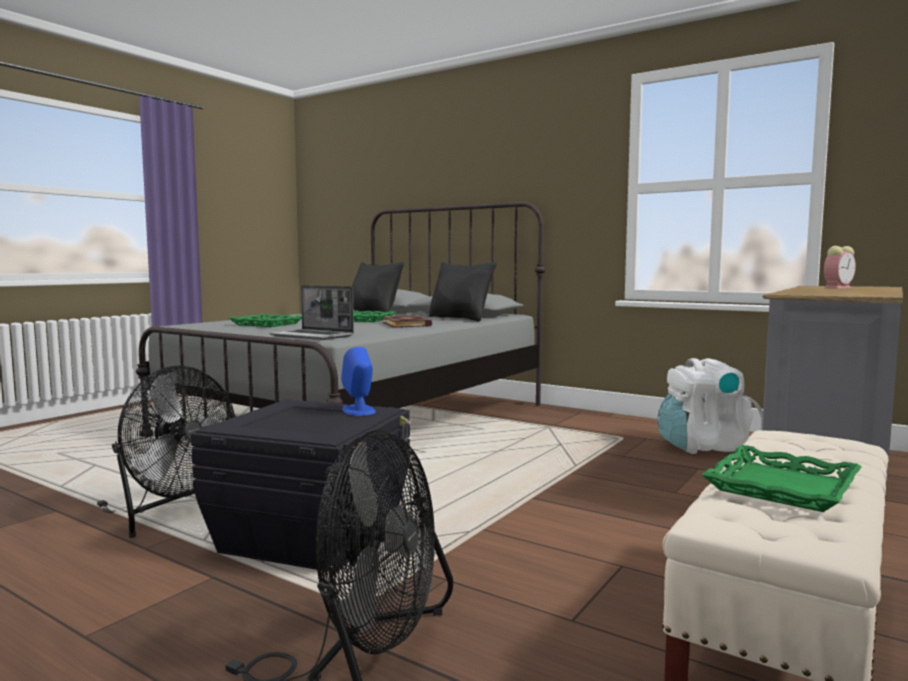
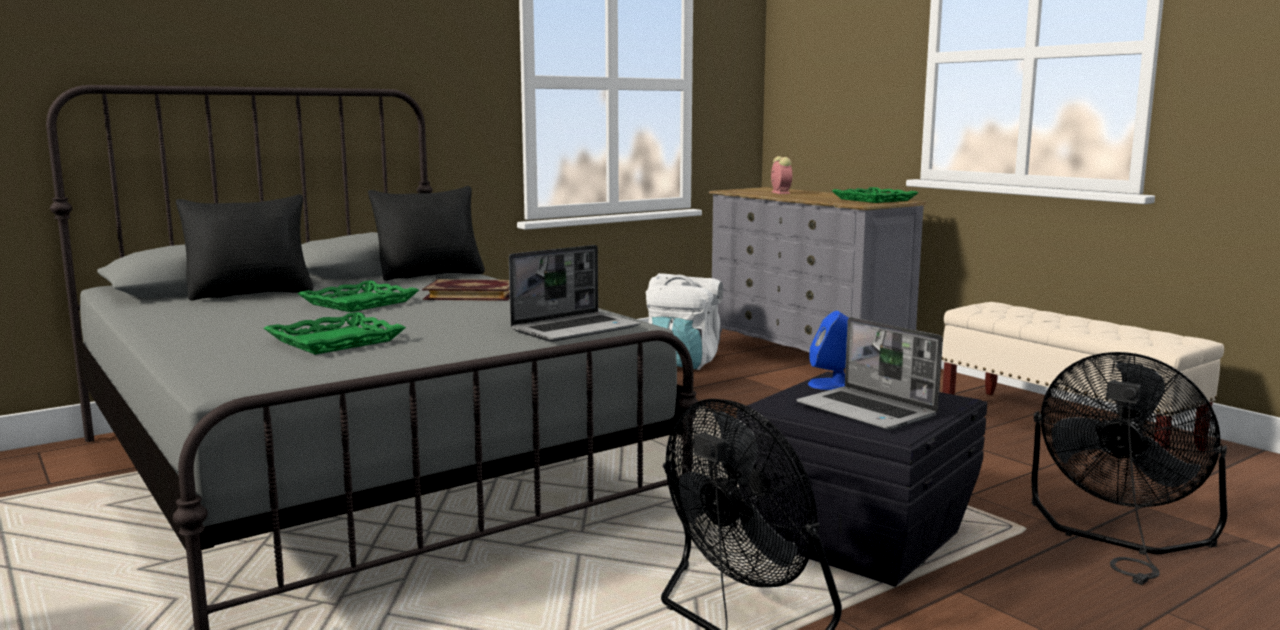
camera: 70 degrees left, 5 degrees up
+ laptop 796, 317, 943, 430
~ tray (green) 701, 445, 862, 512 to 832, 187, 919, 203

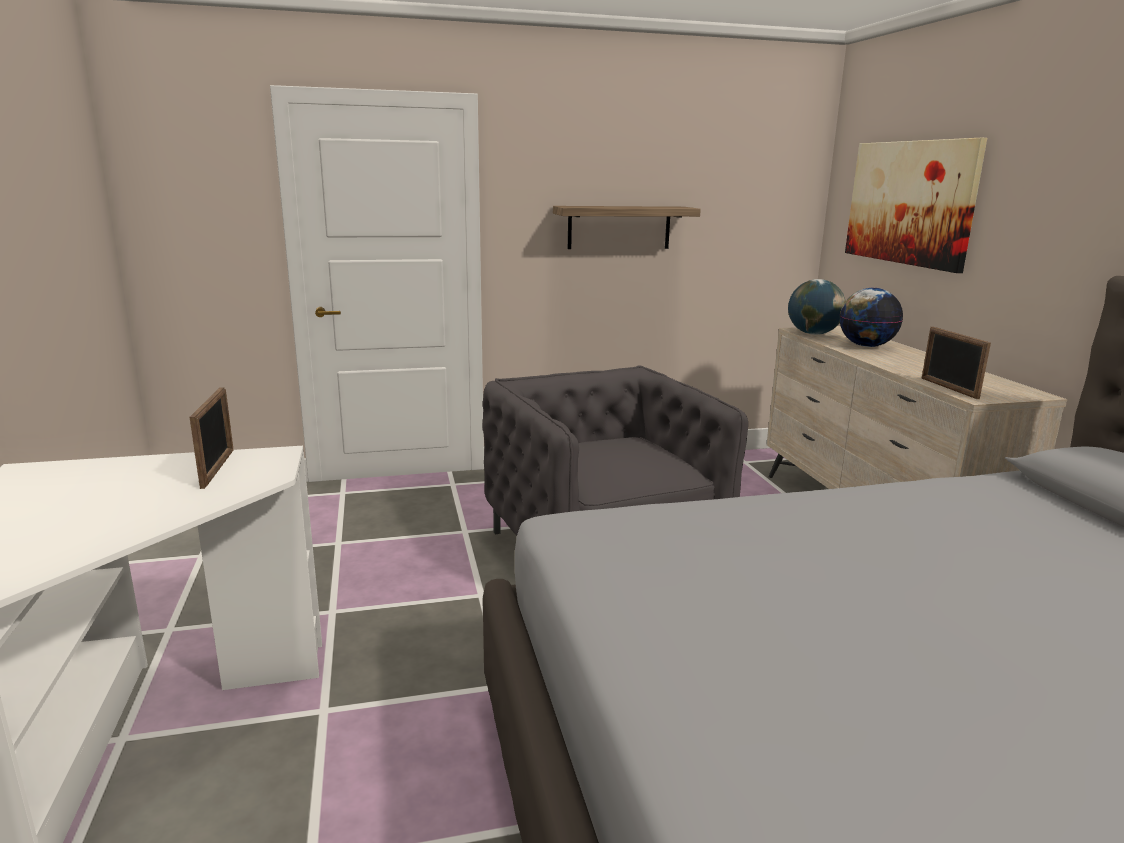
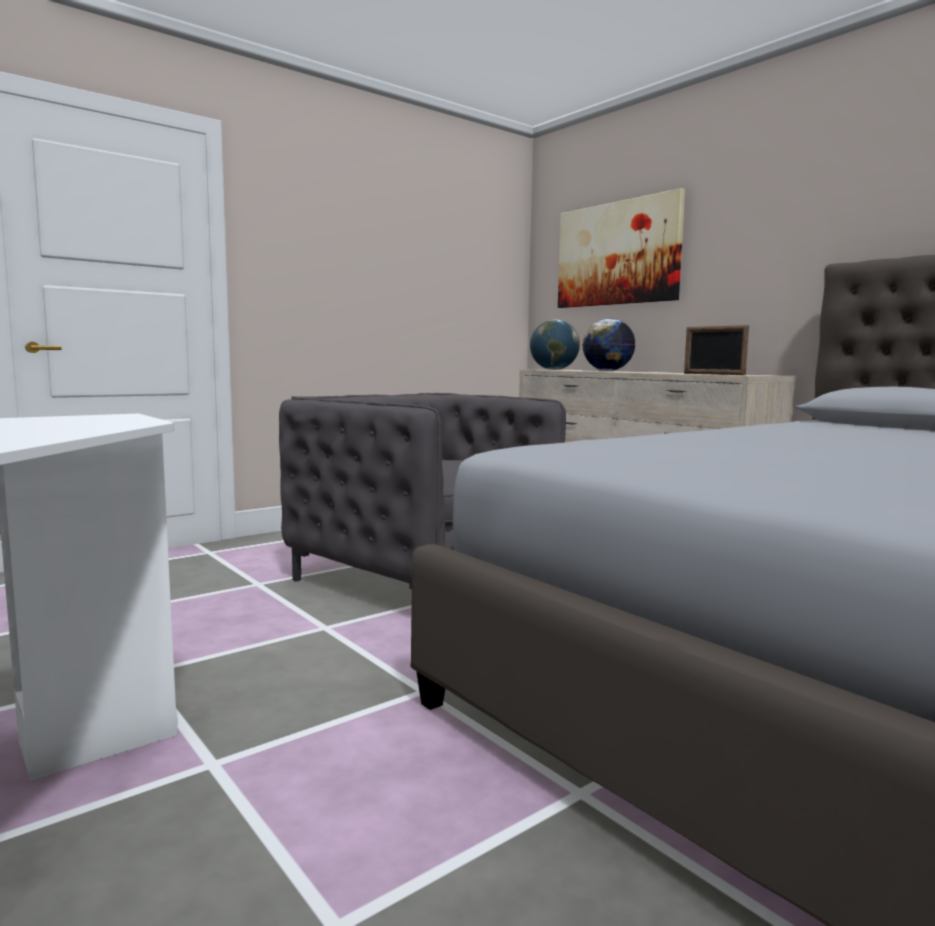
camera: 25 degrees left, 10 degrees down
- standing frame 190, 387, 234, 489
- wall shelf 553, 206, 701, 249

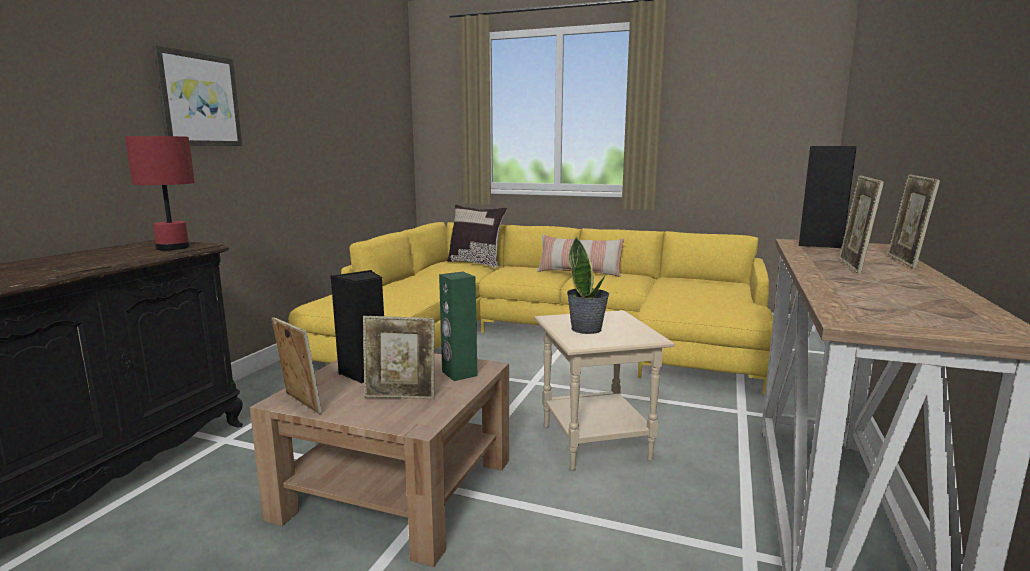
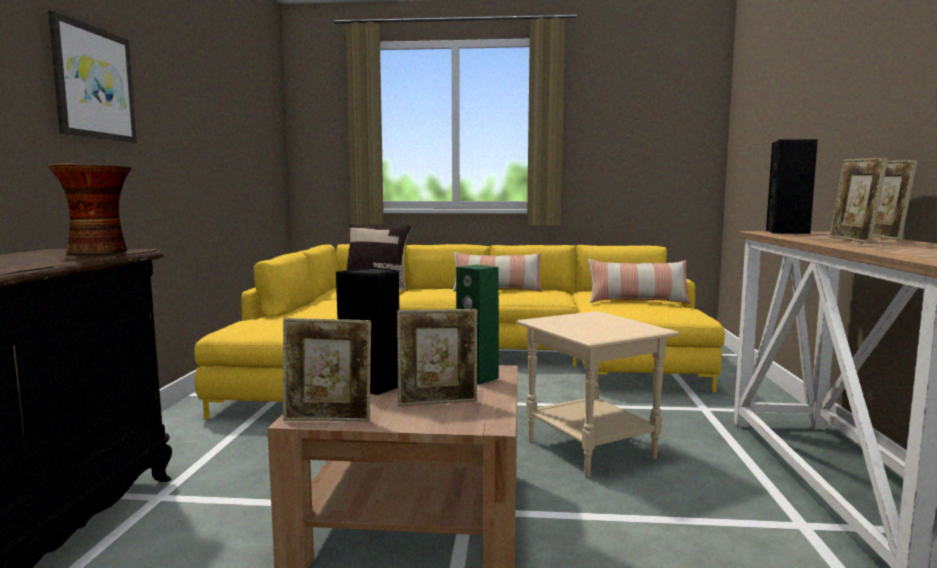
camera: 15 degrees left, 5 degrees down
- houseplant 567, 237, 609, 334
+ cushion 588, 259, 691, 304
~ tabletop lamp (red-coloured) 125, 136, 194, 250 to decorative vase 48, 163, 132, 255
~ standing frame 272, 317, 322, 414 = 283, 318, 371, 422 150 degrees clockwise

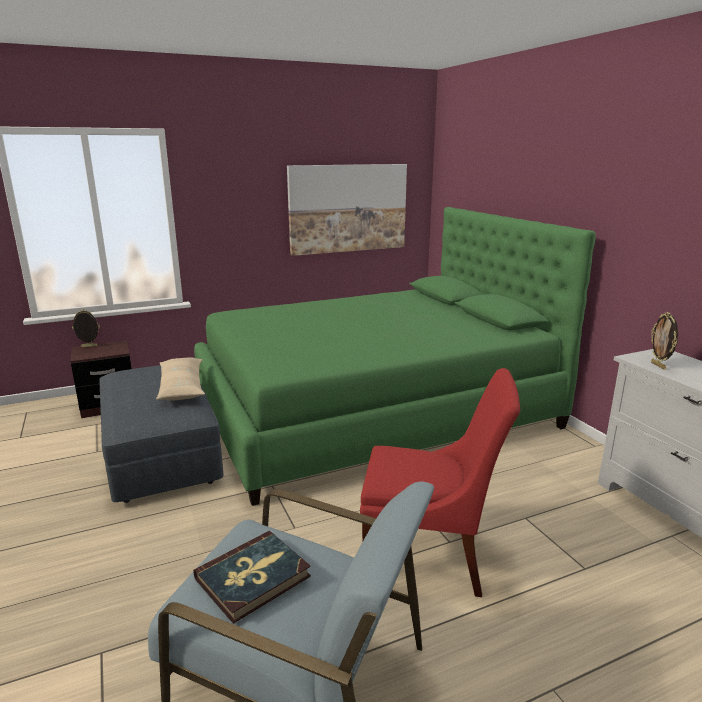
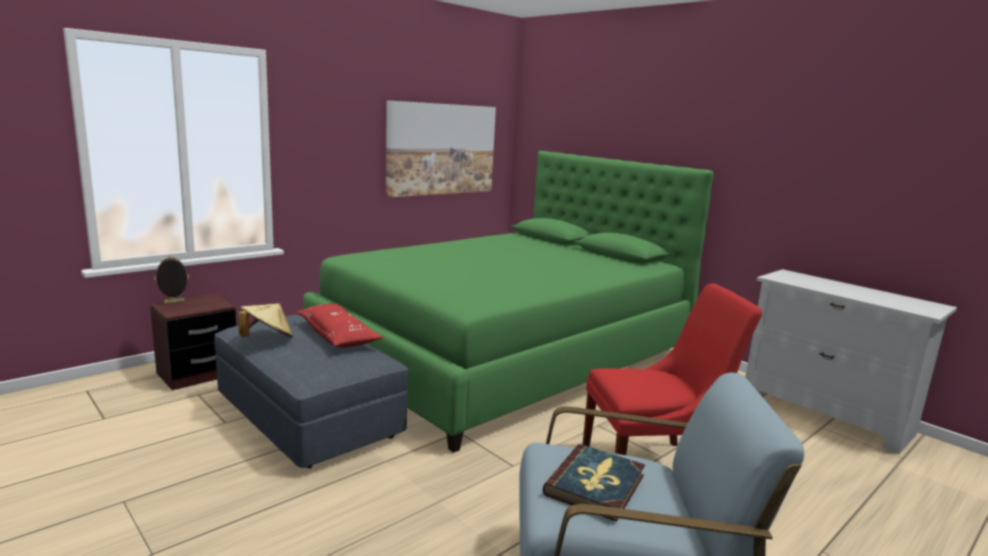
camera: 20 degrees left, 5 degrees down
- standing frame 651, 312, 678, 370
+ clothing hat (beige-coloured) 238, 303, 293, 338
~ cushion (beige-coloured) 156, 357, 205, 401 to cushion (red-coloured) 296, 304, 383, 348

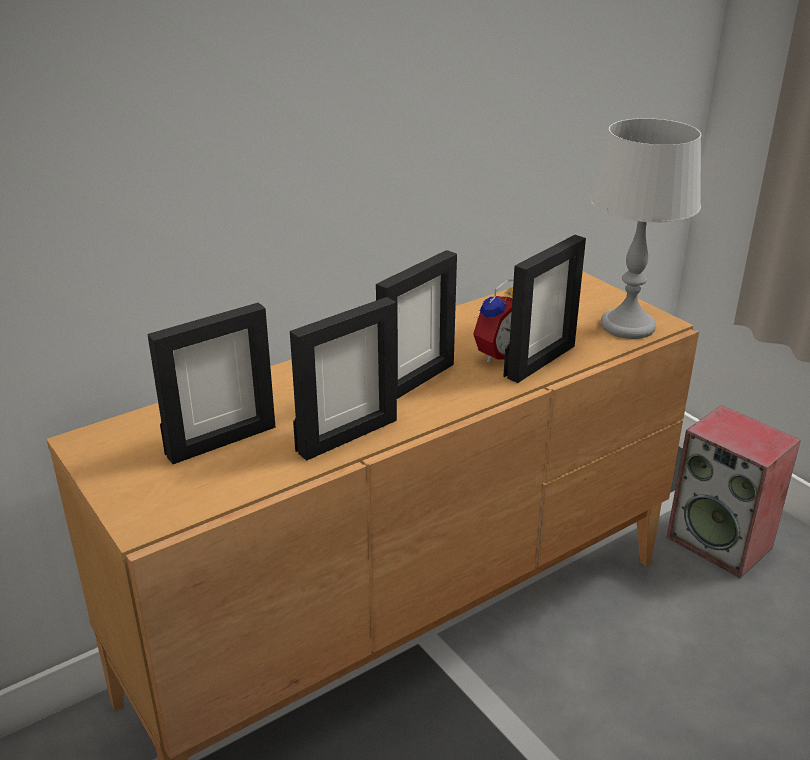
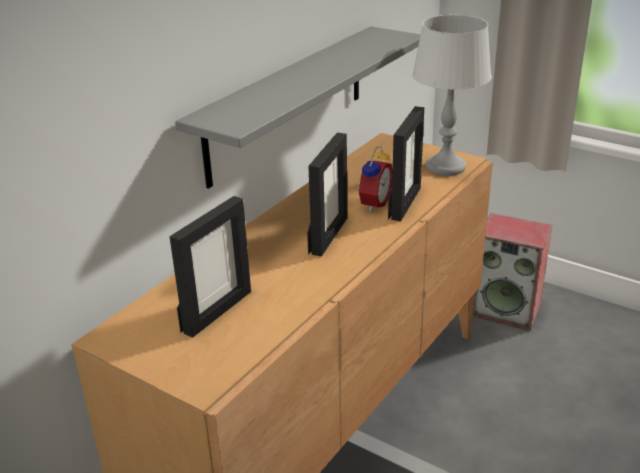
camera: 20 degrees left, 0 degrees up
- standing frame 290, 297, 397, 461
+ wall shelf (grey) 175, 26, 421, 189

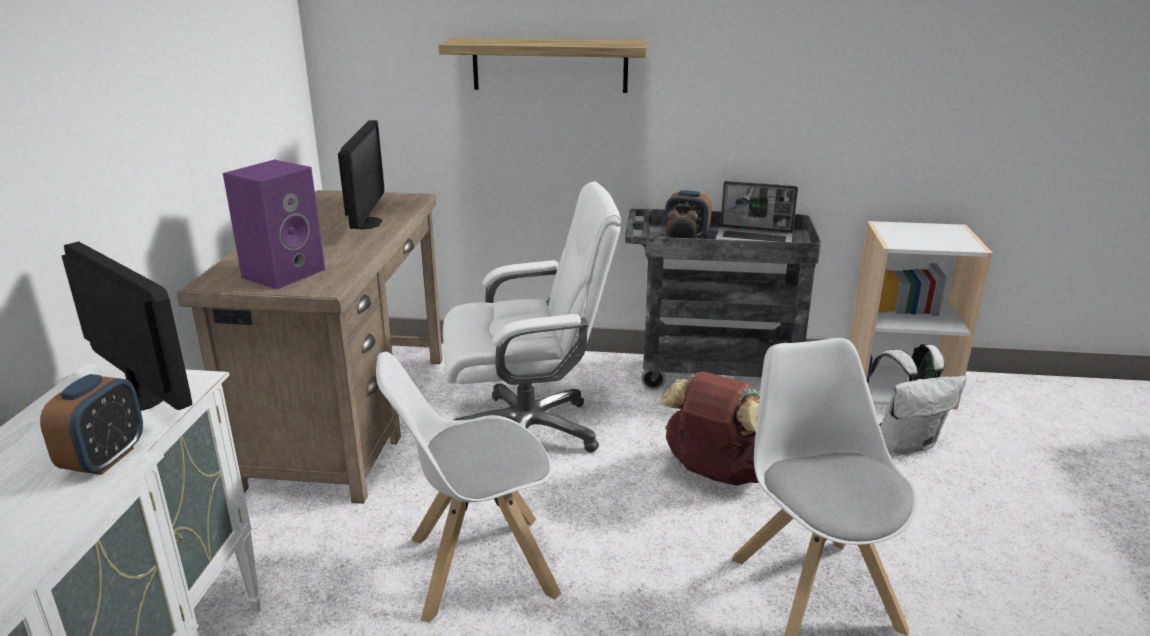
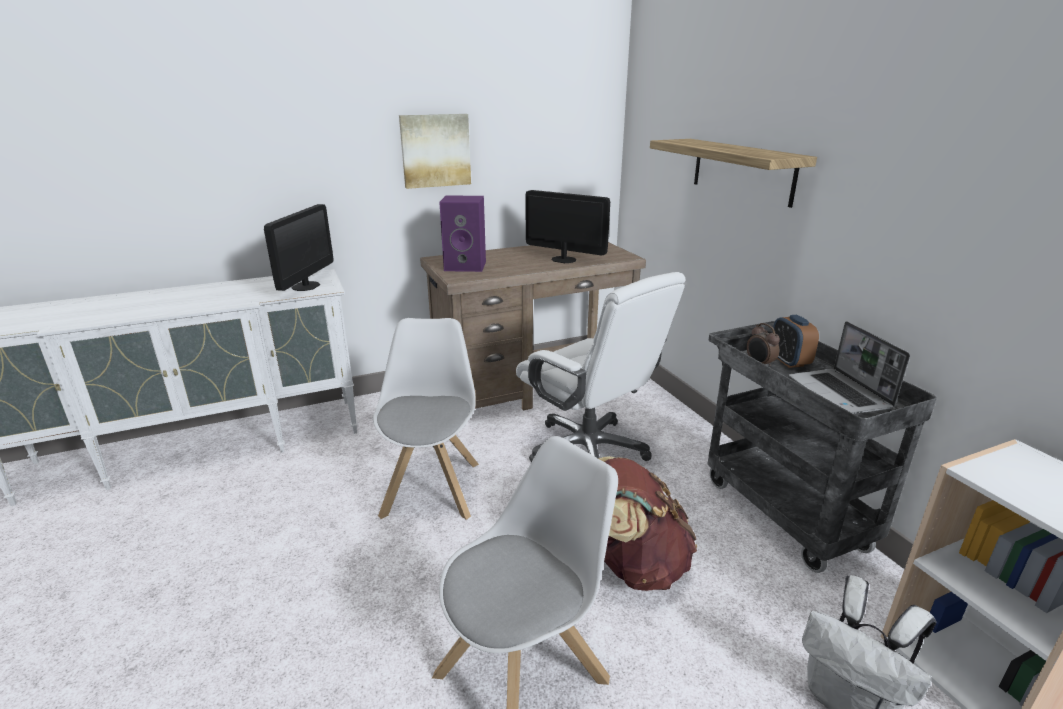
camera: 60 degrees right, 0 degrees up
- table clock 40, 374, 143, 475
+ picture 399, 114, 471, 189
~ computer display 338, 120, 384, 229 = 526, 190, 610, 263 120 degrees counterclockwise
~ upright chair 376, 351, 562, 623 = 373, 318, 479, 520 45 degrees clockwise

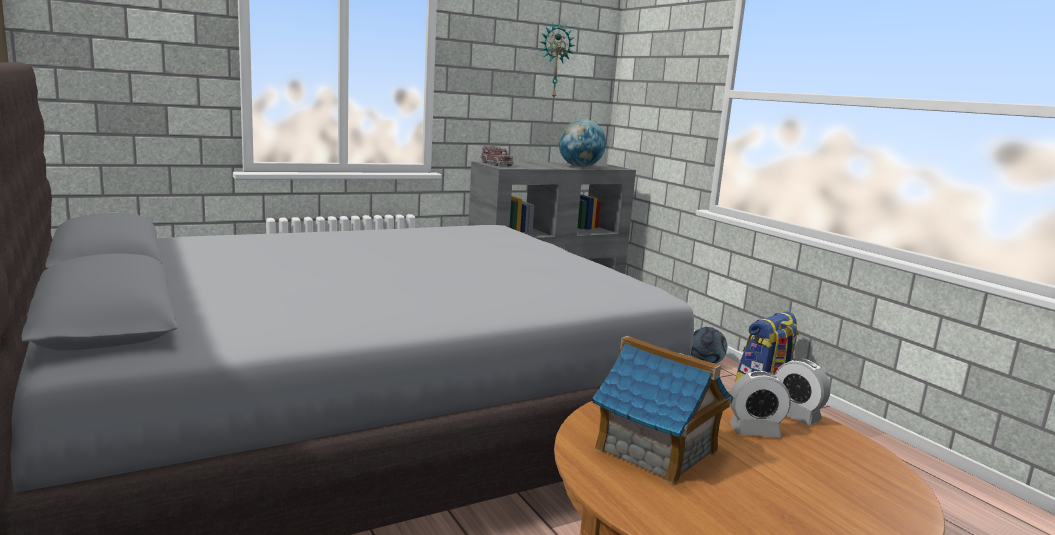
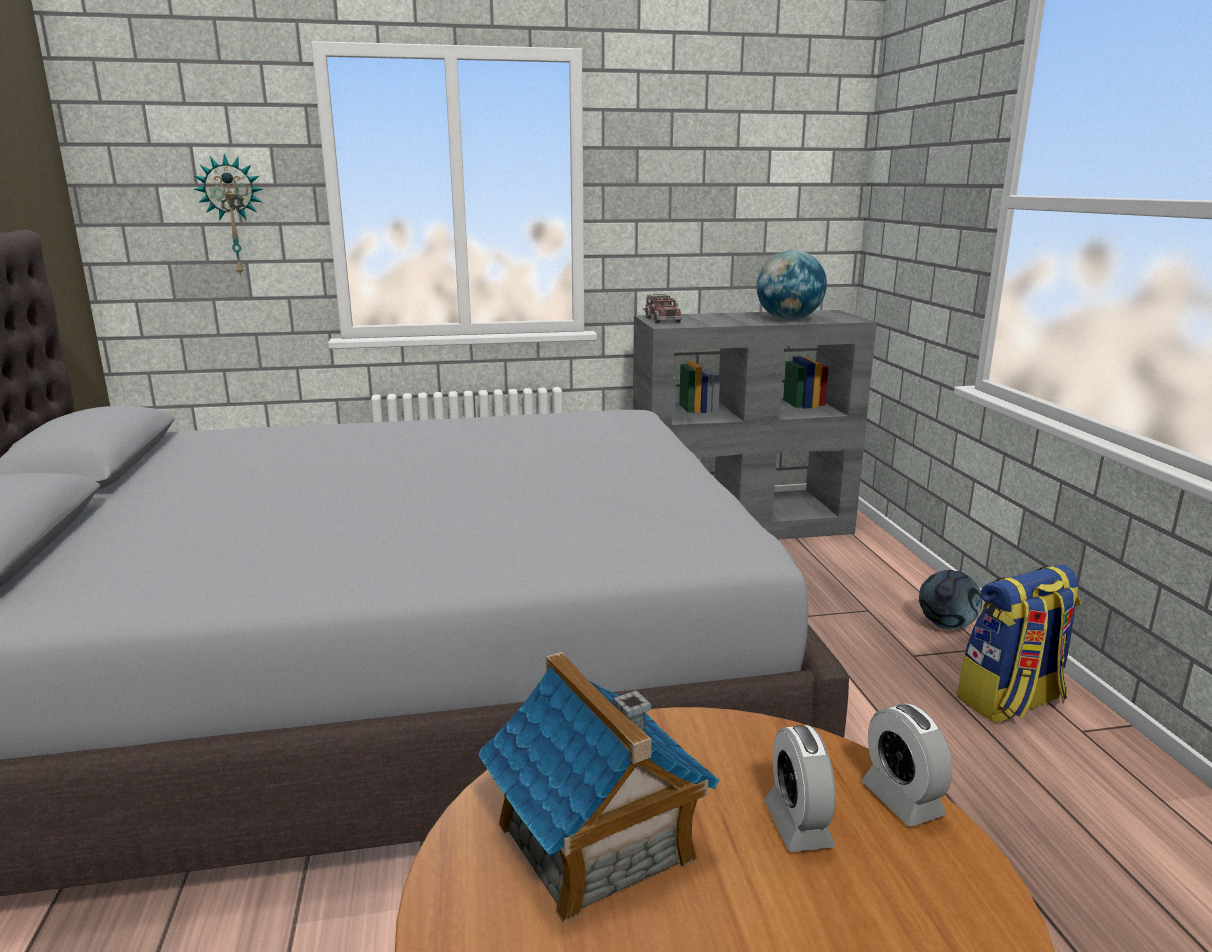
camera: 20 degrees right, 5 degrees up
~ clock on the wall 541, 22, 575, 100 to 194, 154, 263, 277
~ table clock 730, 371, 791, 438 = 764, 725, 836, 852 60 degrees clockwise

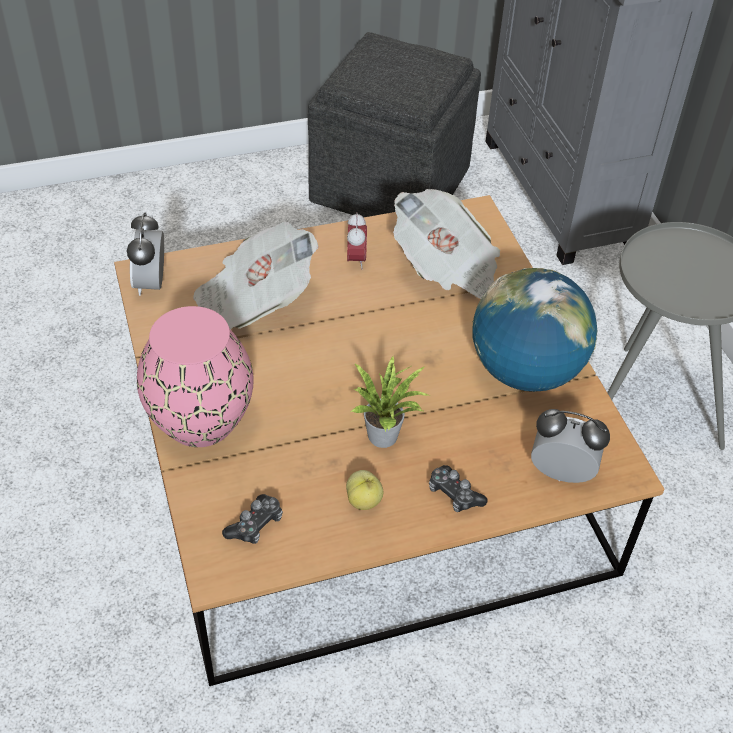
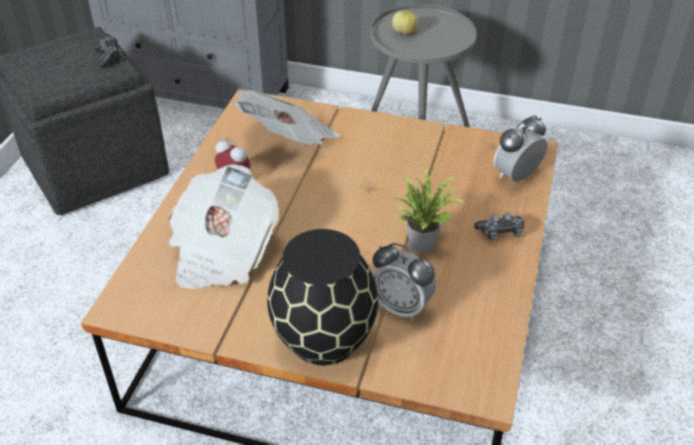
camera: 55 degrees left, 5 degrees down
- desk globe 473, 268, 597, 392
~ table clock 127, 213, 164, 296 to 372, 243, 436, 321
~ joypad 222, 494, 283, 544 to 94, 36, 121, 67
~ whole apple 346, 470, 383, 510 to 392, 11, 417, 35
~ decorative vase (pink-coloured) 137, 306, 254, 447 to decorative vase (black-coloured) 267, 229, 378, 366

